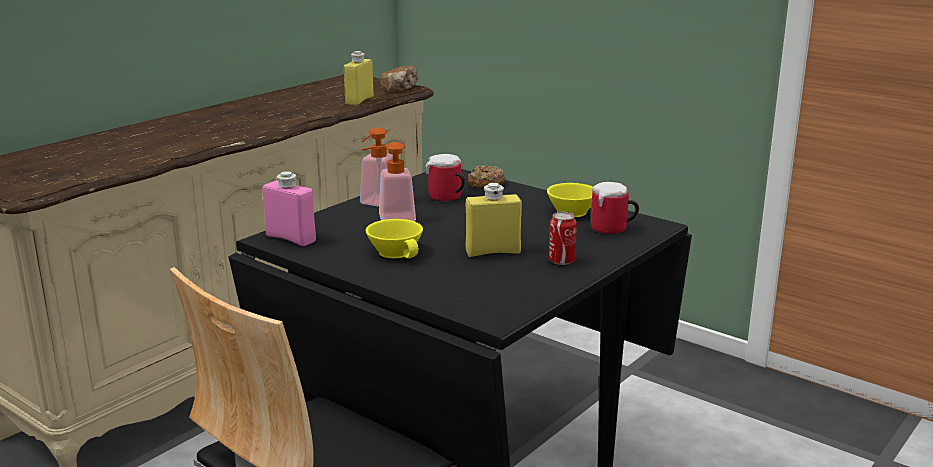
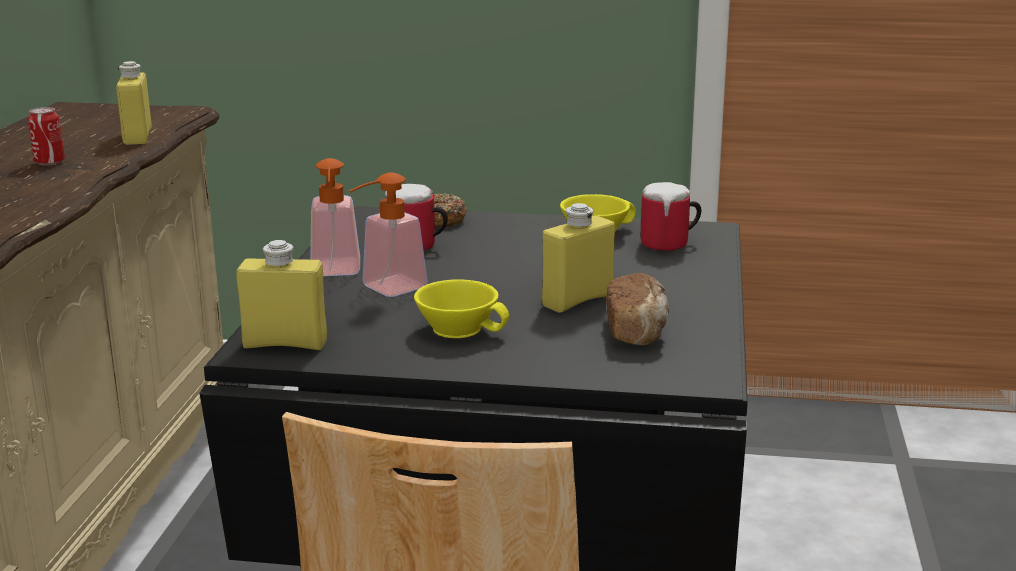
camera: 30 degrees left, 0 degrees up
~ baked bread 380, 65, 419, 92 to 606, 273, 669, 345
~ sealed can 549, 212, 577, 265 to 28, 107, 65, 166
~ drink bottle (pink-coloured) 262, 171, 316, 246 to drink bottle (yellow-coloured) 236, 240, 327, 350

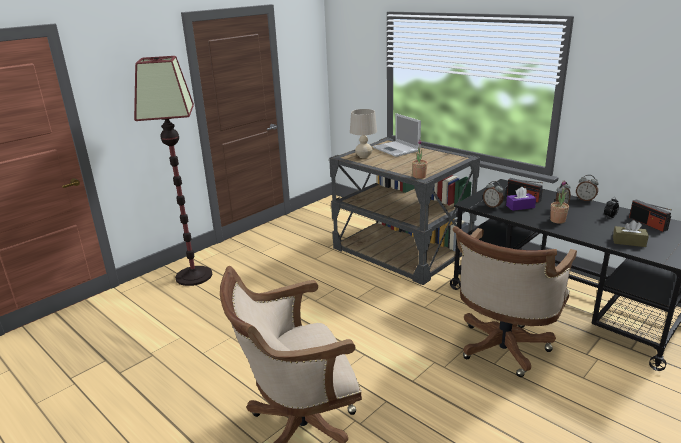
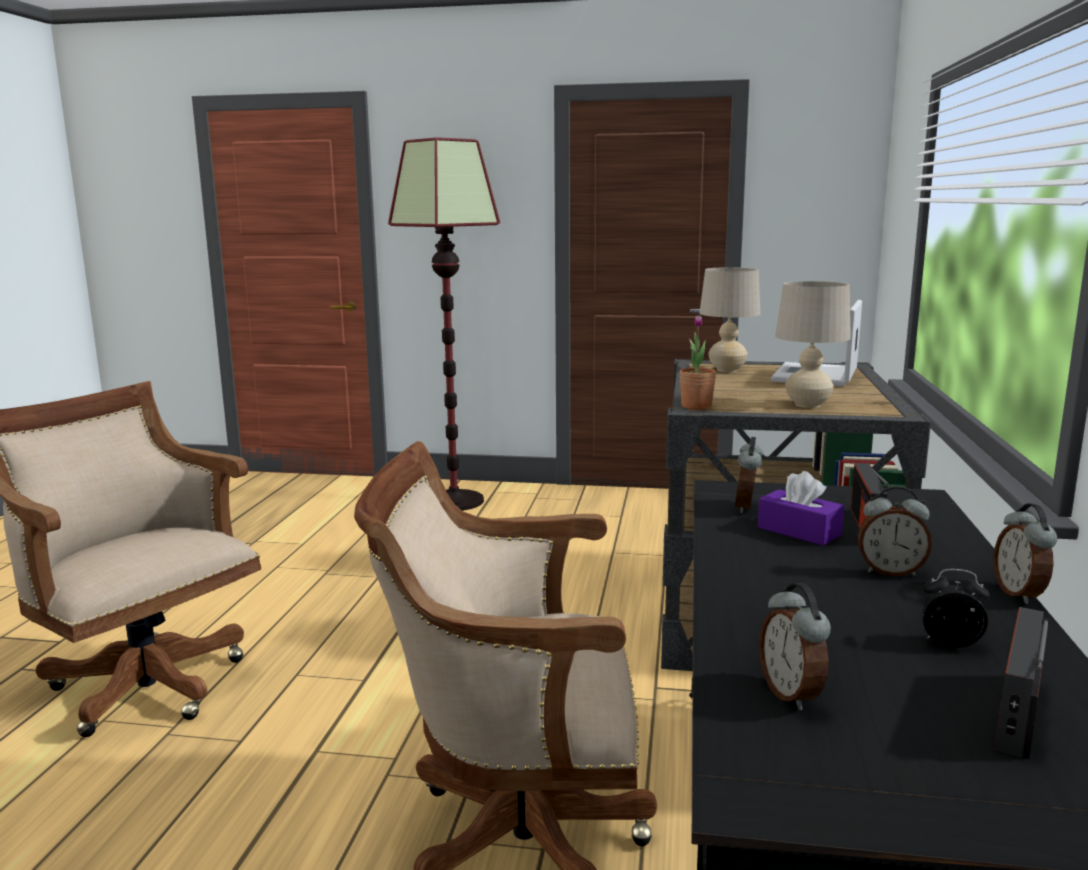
camera: 55 degrees right, 10 degrees down
- houseplant 550, 180, 569, 224
+ tabletop lamp (beige-coloured) 775, 281, 851, 408
~ tissue box (brownish) 613, 220, 649, 247 to table clock 759, 583, 831, 710

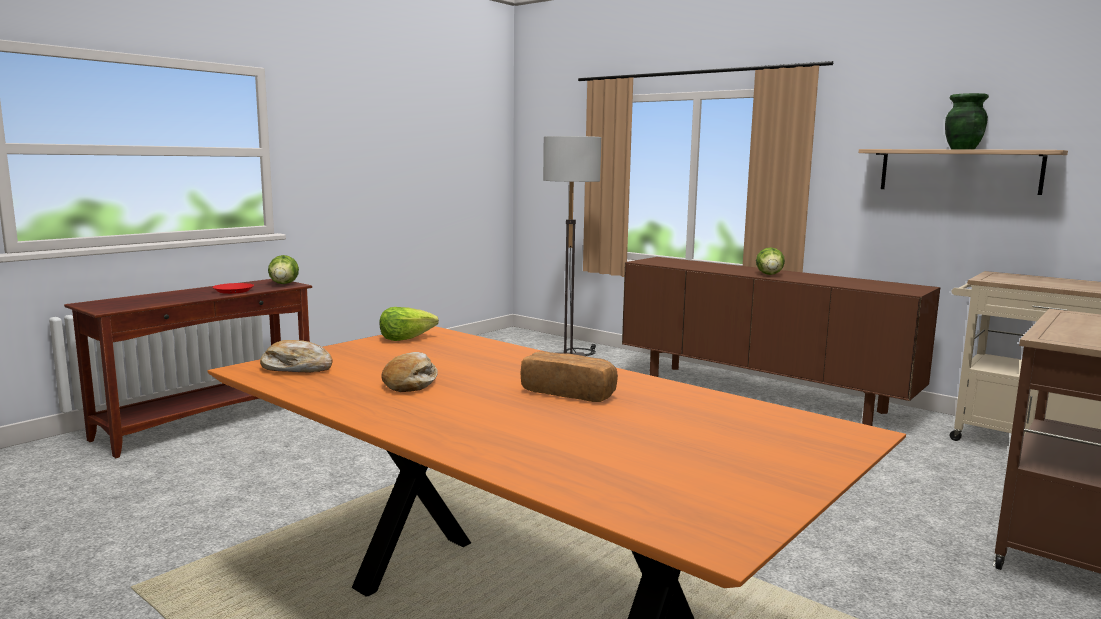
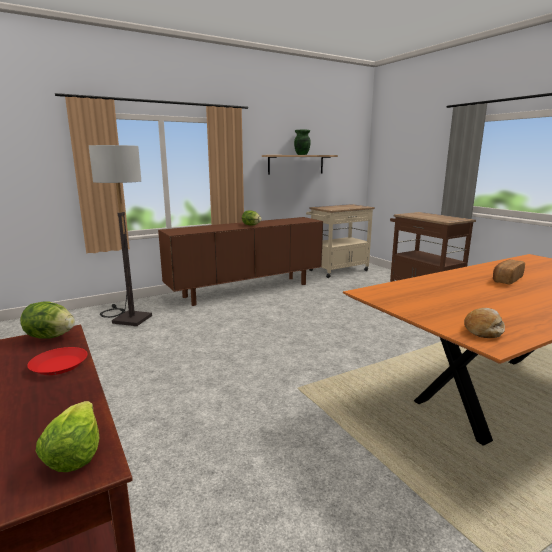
camera: 70 degrees left, 5 degrees up
- baked bread 381, 352, 438, 392
~ head of lettuce 379, 307, 439, 341 to 36, 401, 99, 472

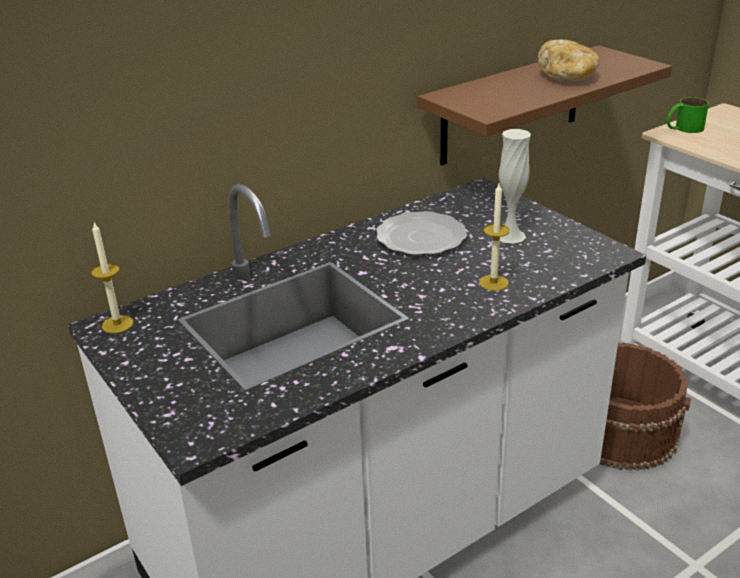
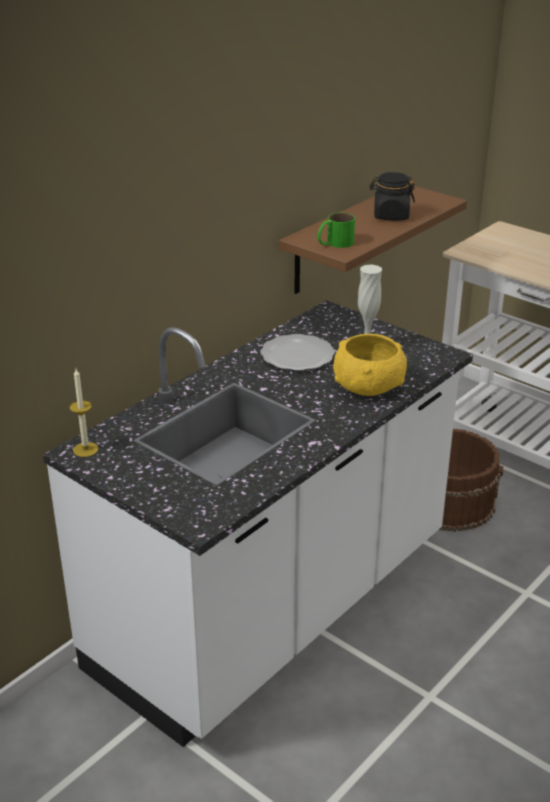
camera: 15 degrees left, 0 degrees up
~ coffee mug (green) 666, 97, 709, 133 to 317, 212, 355, 248
~ candle 479, 184, 510, 291 to bowl (yellow-coloured) 333, 334, 407, 396
~ baked bread 538, 40, 600, 81 to jar (black-coloured) 370, 172, 415, 220

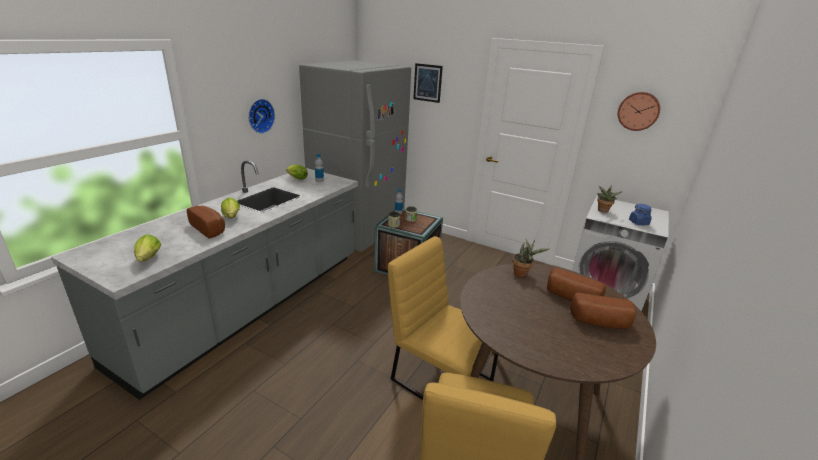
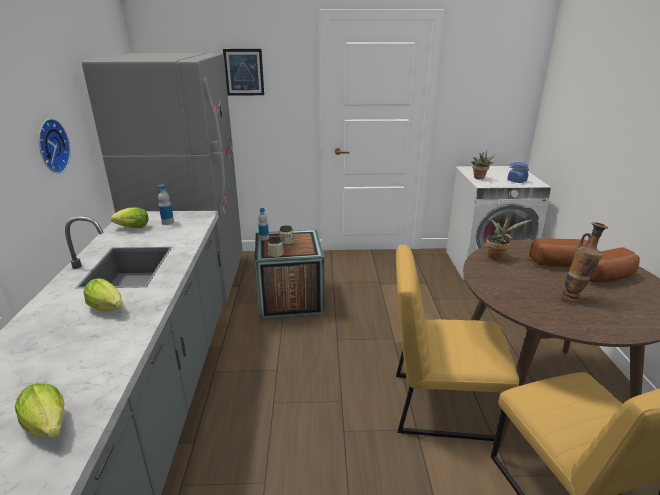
camera: 30 degrees left, 0 degrees up
- baked bread 187, 206, 225, 238
- clock on the wall 618, 92, 660, 131
+ decorative vase 561, 222, 608, 303

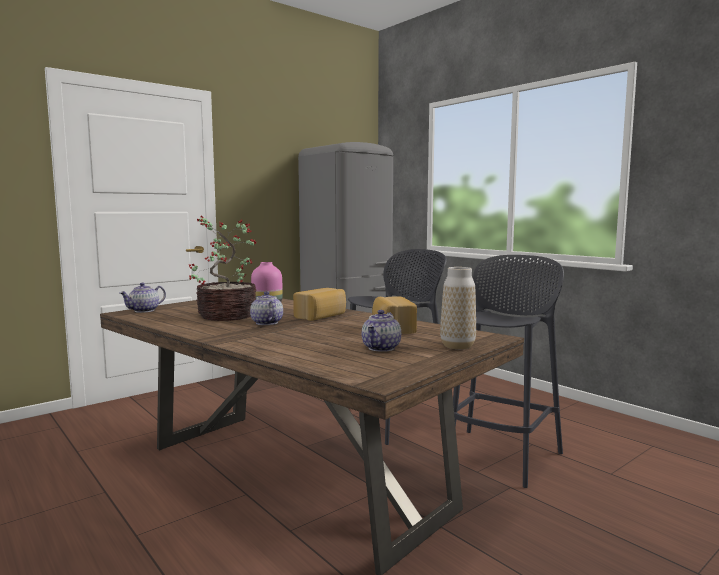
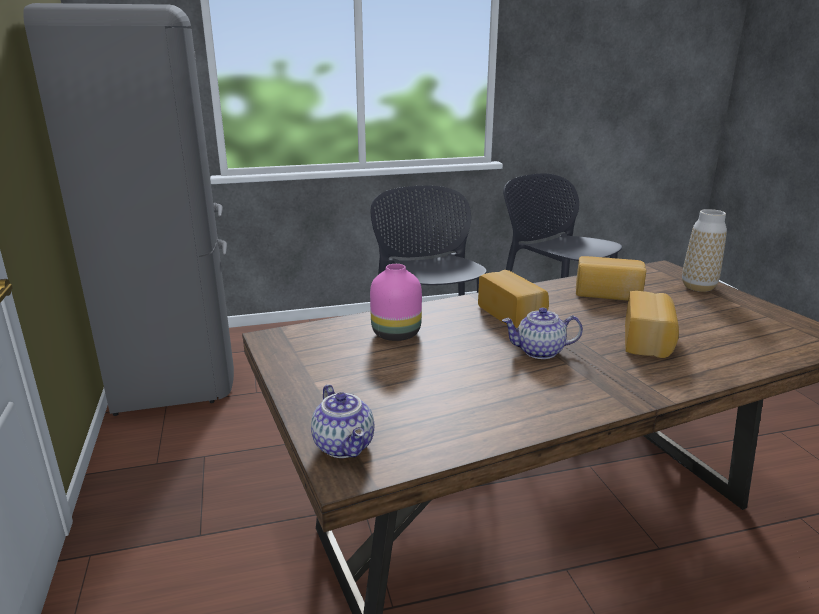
camera: 65 degrees left, 15 degrees up
- houseplant 189, 215, 257, 321
- pot for tea 362, 310, 401, 352
+ baked bread 625, 291, 679, 358

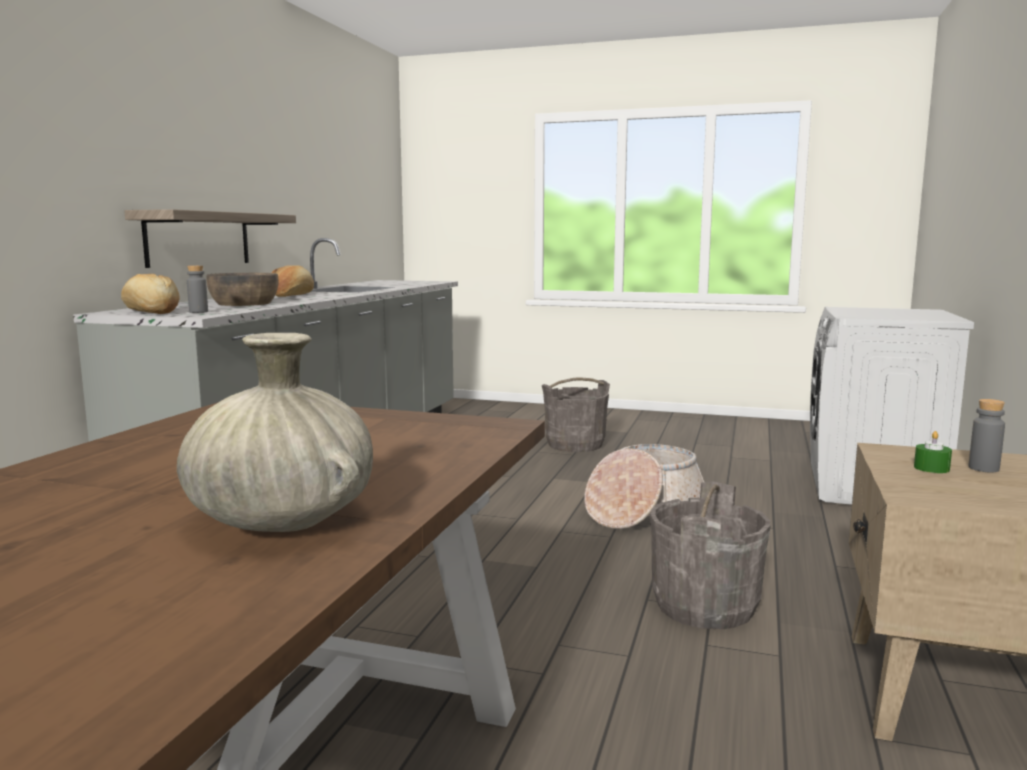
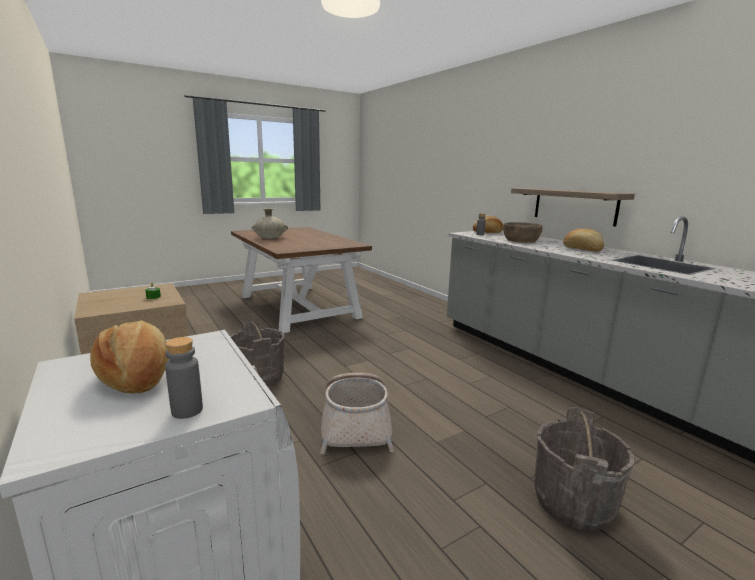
camera: 130 degrees right, 5 degrees up
+ baked bread 90, 320, 169, 393
~ drink bottle (grey) 969, 399, 1005, 472 to 165, 337, 203, 419

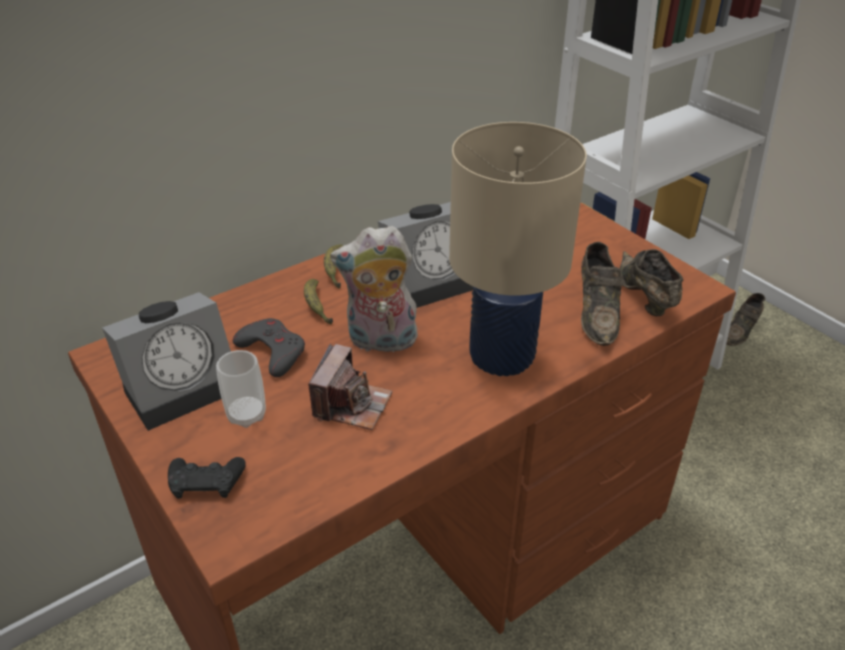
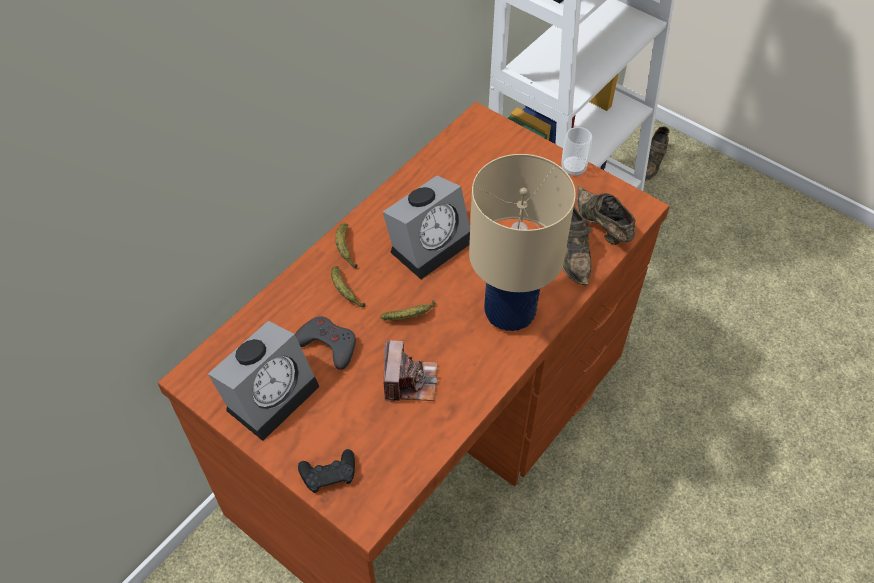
camera: 15 degrees left, 15 degrees up
~ cup 216, 350, 266, 428 to 561, 127, 592, 176
~ plush toy 330, 226, 418, 352 to banana fruit 380, 300, 436, 321

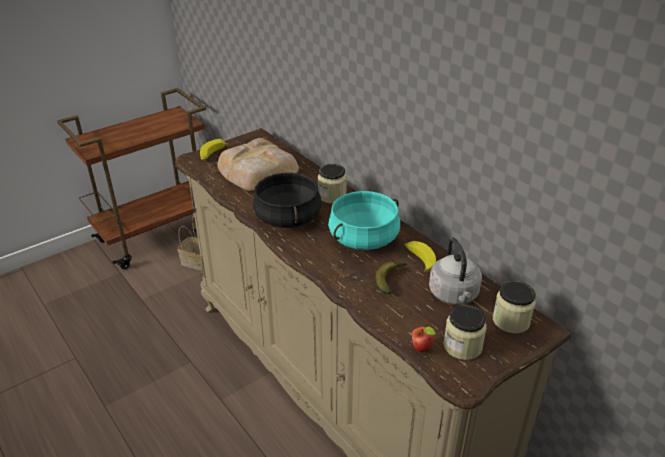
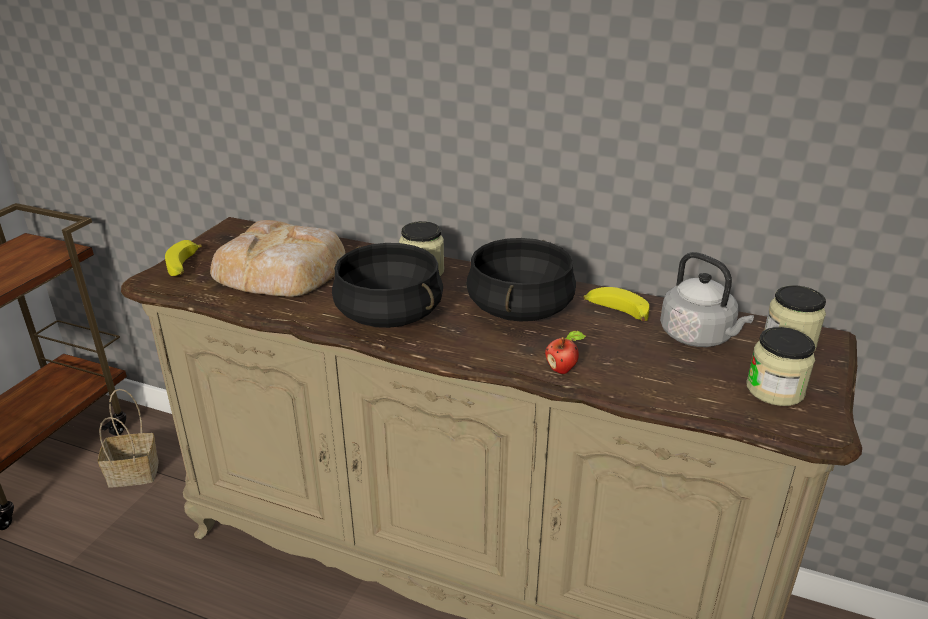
camera: 30 degrees left, 5 degrees down
- banana fruit 376, 262, 407, 294
~ whole apple 411, 327, 436, 352 to 545, 331, 586, 374
~ stockpot (turquoise-coloured) 328, 191, 400, 250 to stockpot (black-coloured) 466, 238, 576, 322

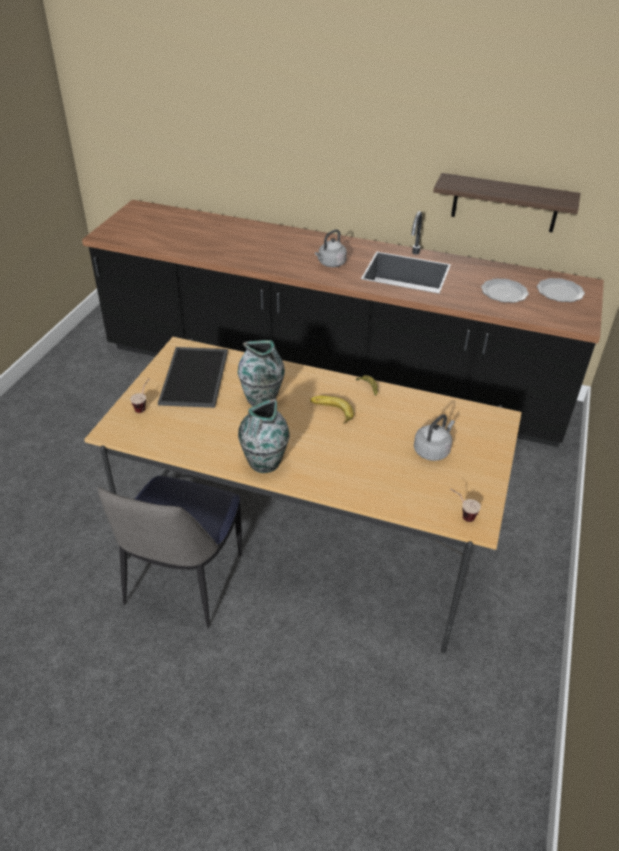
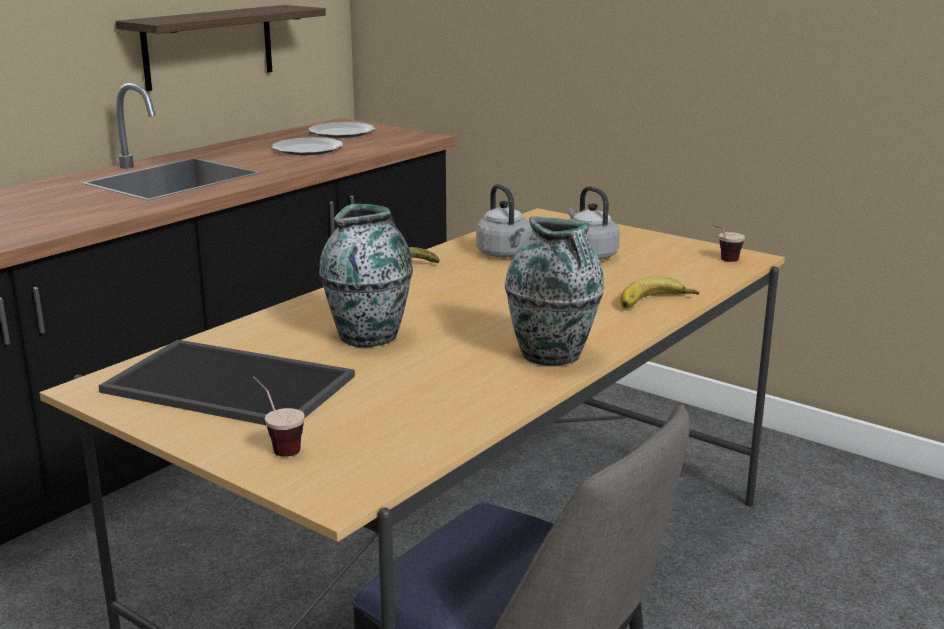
camera: 70 degrees left, 20 degrees down
~ banana fruit 310, 396, 354, 424 to 620, 277, 699, 309
~ kettle (grey) 315, 229, 347, 267 to 476, 184, 532, 258

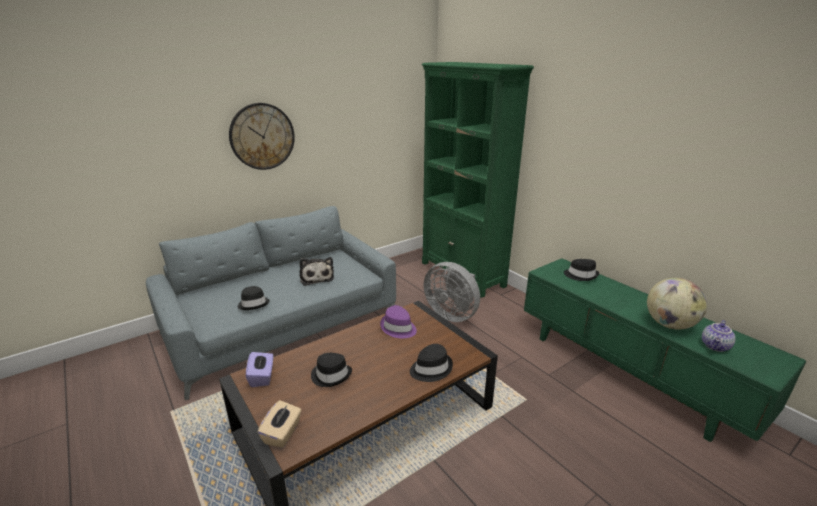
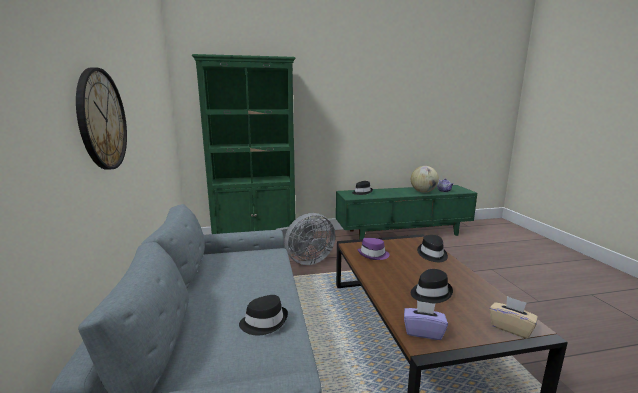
camera: 65 degrees left, 10 degrees down
- plush toy 300, 257, 334, 286

